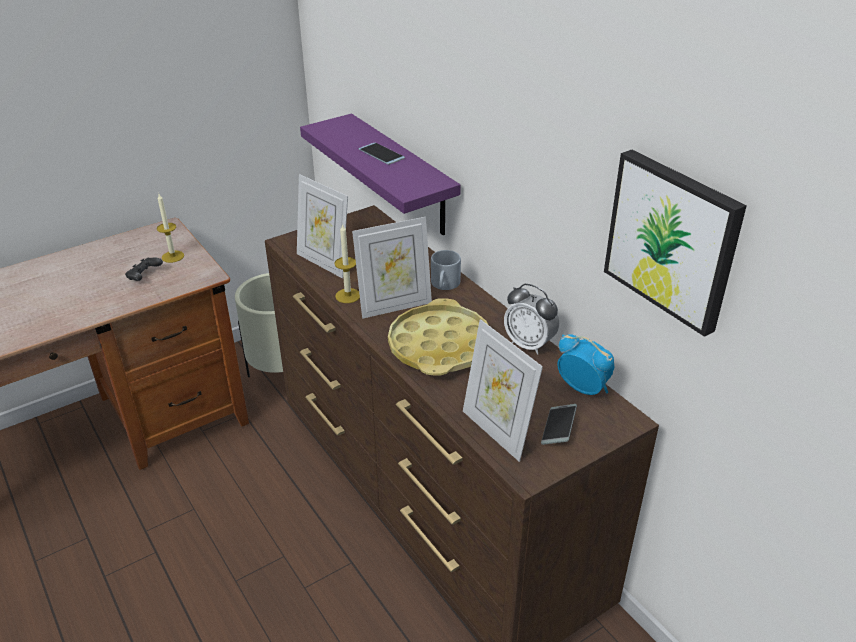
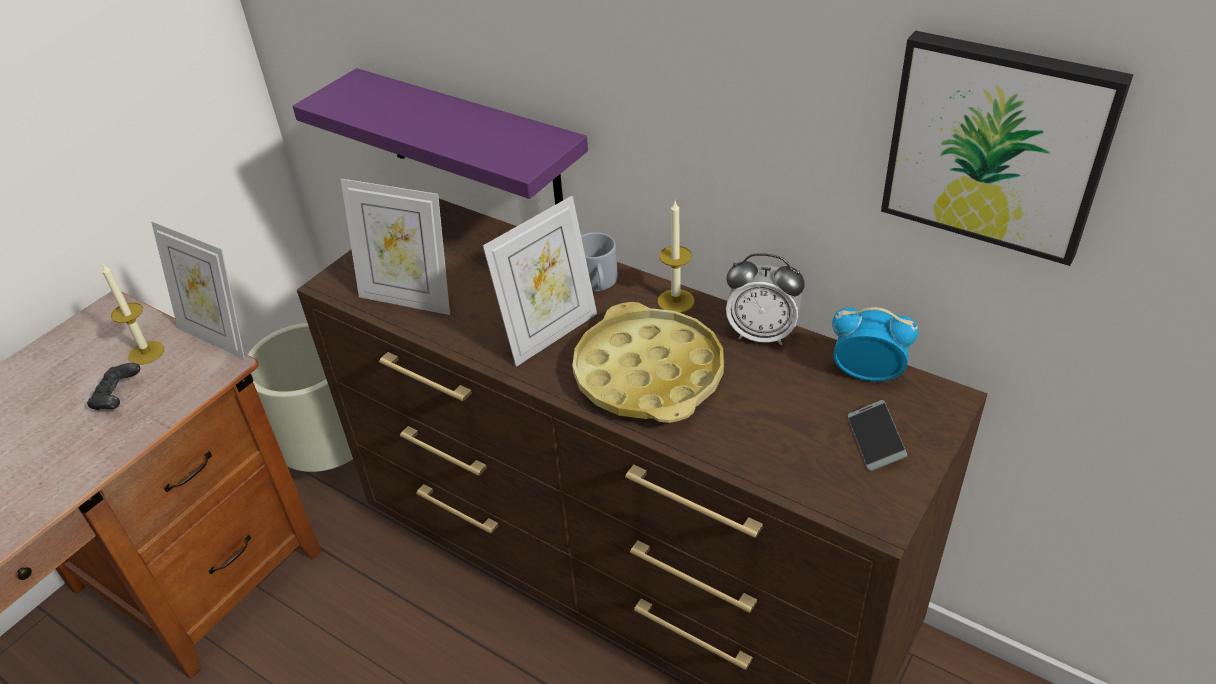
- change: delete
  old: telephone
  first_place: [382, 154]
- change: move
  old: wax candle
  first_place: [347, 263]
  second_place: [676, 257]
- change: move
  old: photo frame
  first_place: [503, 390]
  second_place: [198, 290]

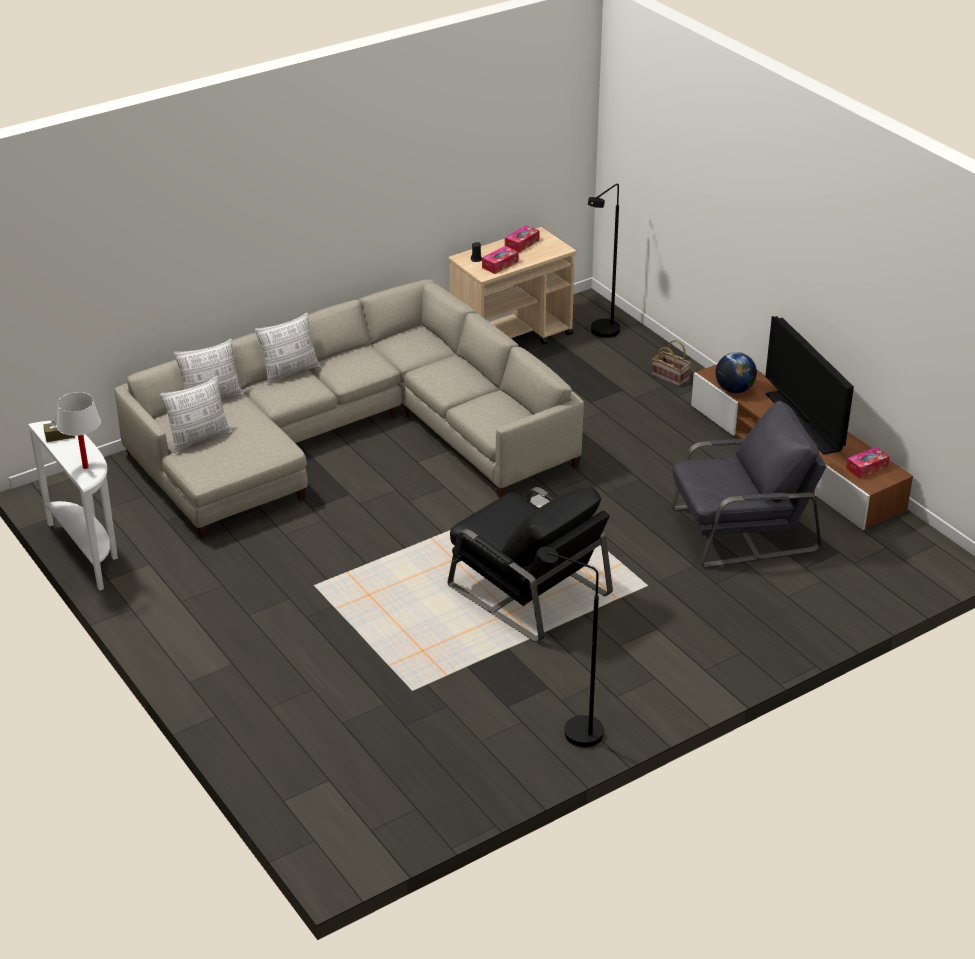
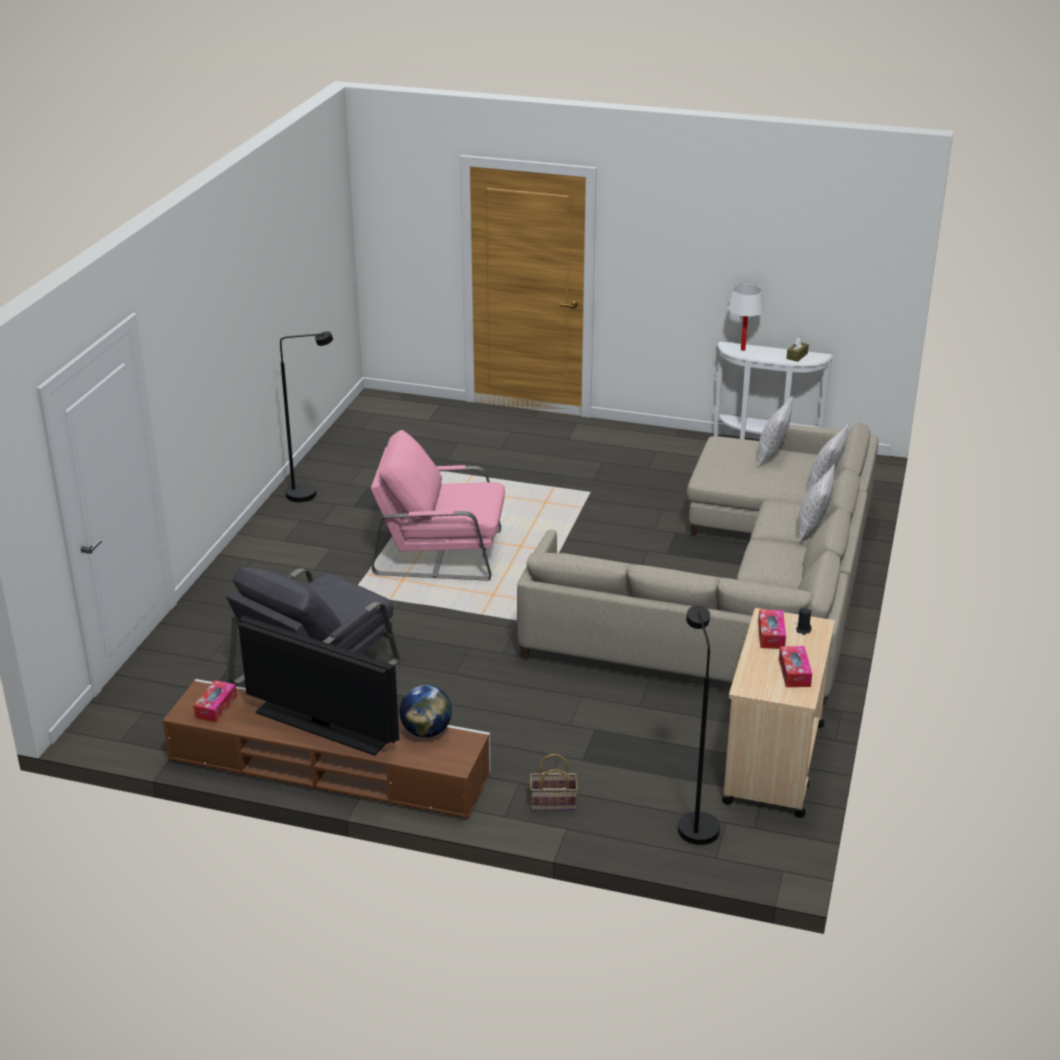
- change: recolor
  old: lounge chair/blackish
  new: lounge chair/pink
  first_place: [530, 564]
  second_place: [438, 505]

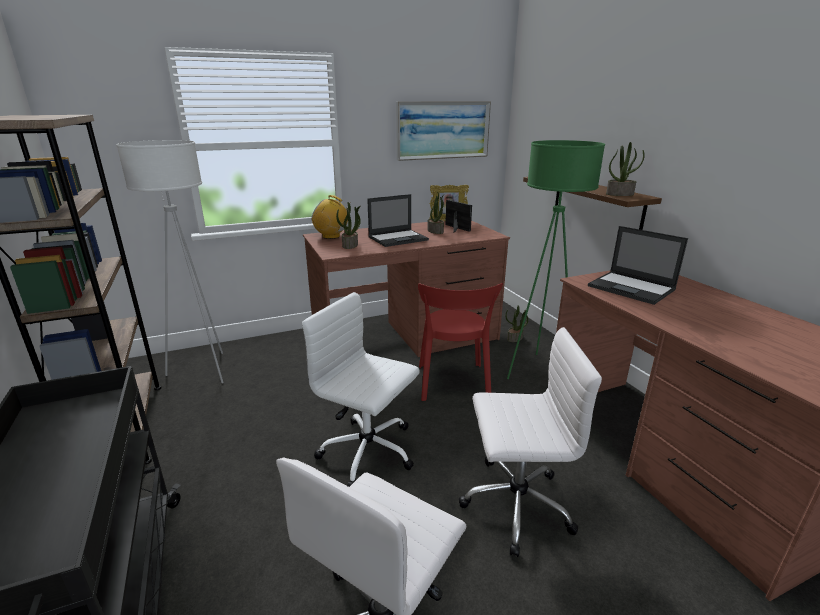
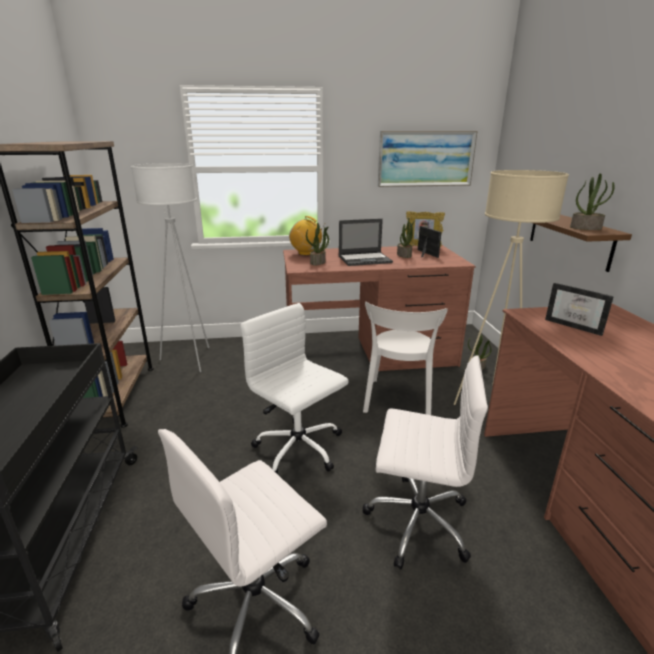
- change: recolor
  old: floor lamp/green-coloured
  new: floor lamp/beige
  first_place: [556, 259]
  second_place: [511, 287]
- change: replace
  old: notebook computer
  new: photo frame
  first_place: [638, 265]
  second_place: [579, 309]
- change: recolor
  old: chair/red-coloured
  new: chair/whitish
  first_place: [460, 342]
  second_place: [405, 358]

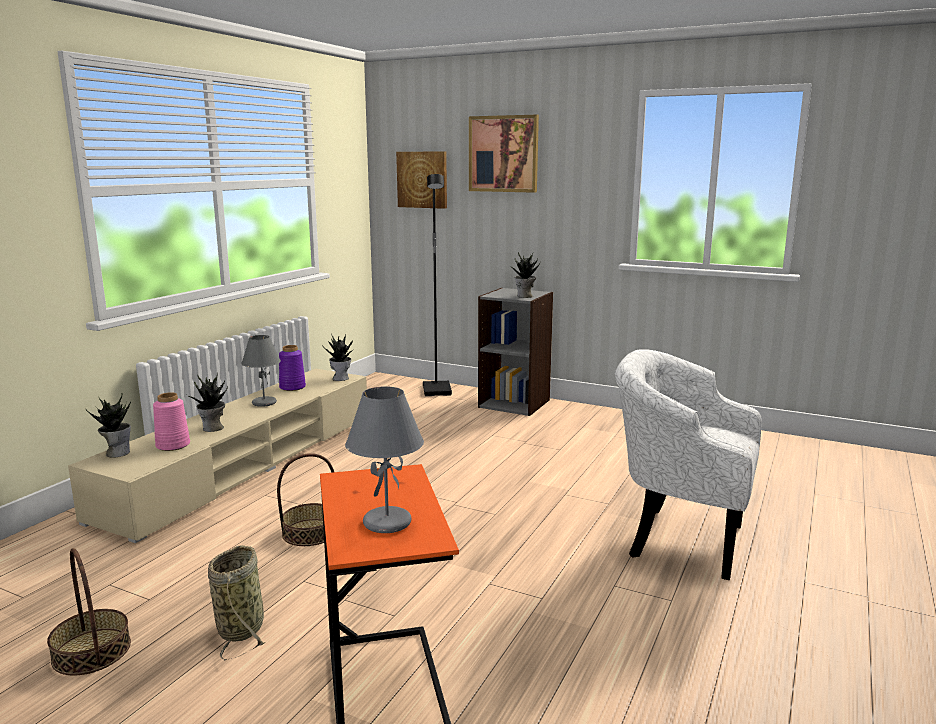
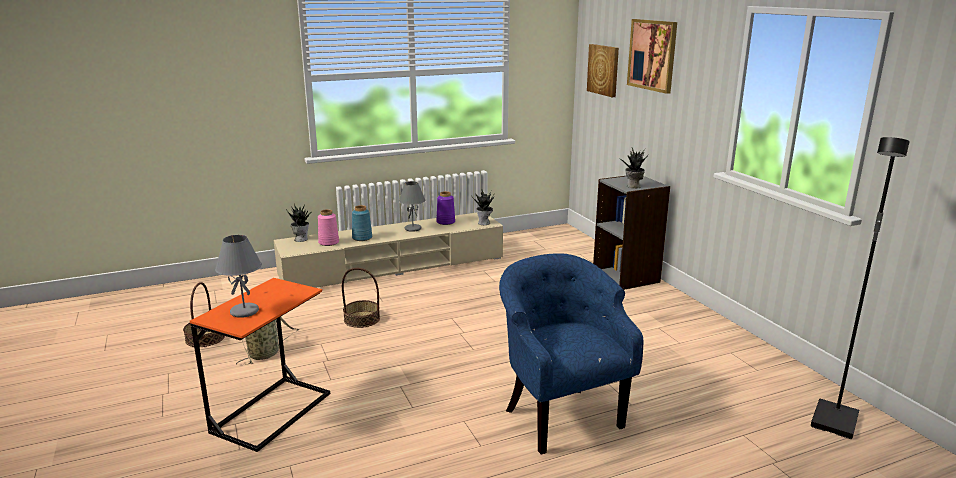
- change: move
  old: floor lamp/blackish
  first_place: [437, 285]
  second_place: [860, 288]
- change: recolor
  old: lounge chair/whitish
  new: lounge chair/blue
  first_place: [688, 464]
  second_place: [571, 354]
- change: replace
  old: plant in a pot
  new: vase/blue
  first_place: [207, 403]
  second_place: [362, 223]

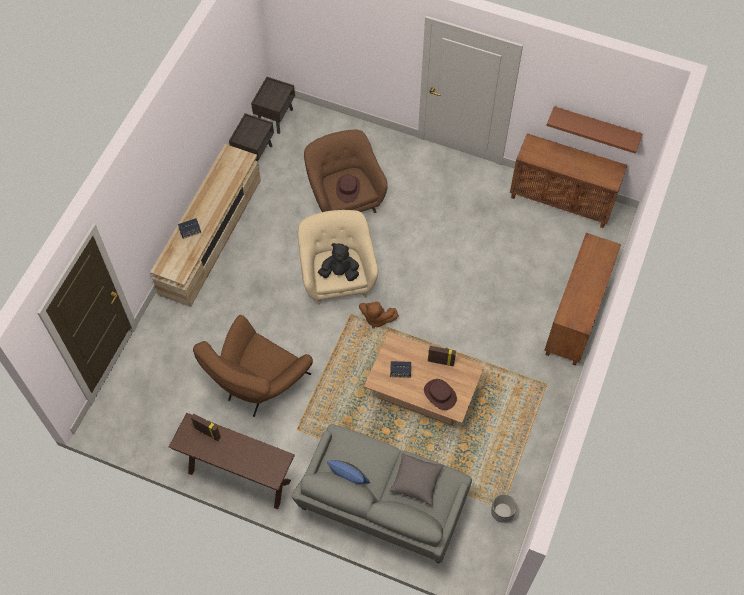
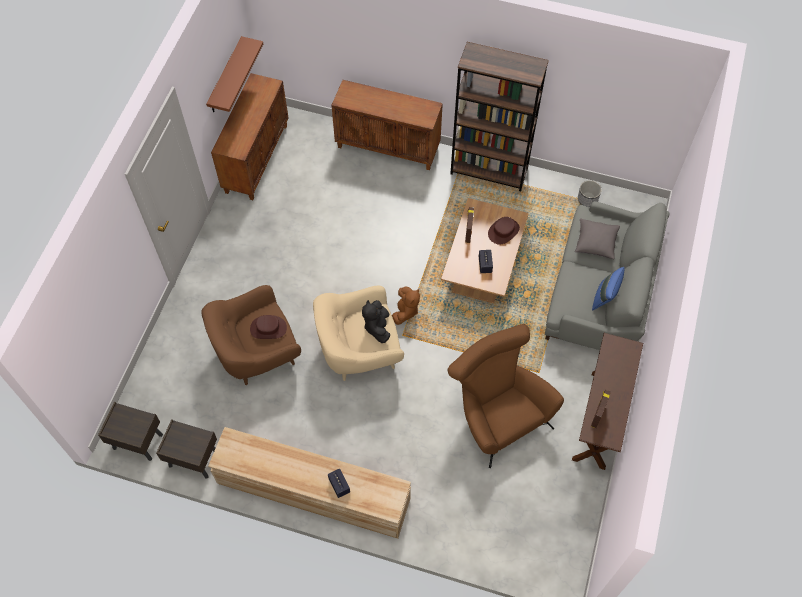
- change: rotate
  old: lounge chair/brown-coloured
  first_place: [253, 366]
  second_place: [506, 396]
  degrees: -150
- change: insert
  new: bookcase/brown-coloured
  second_place: [499, 116]

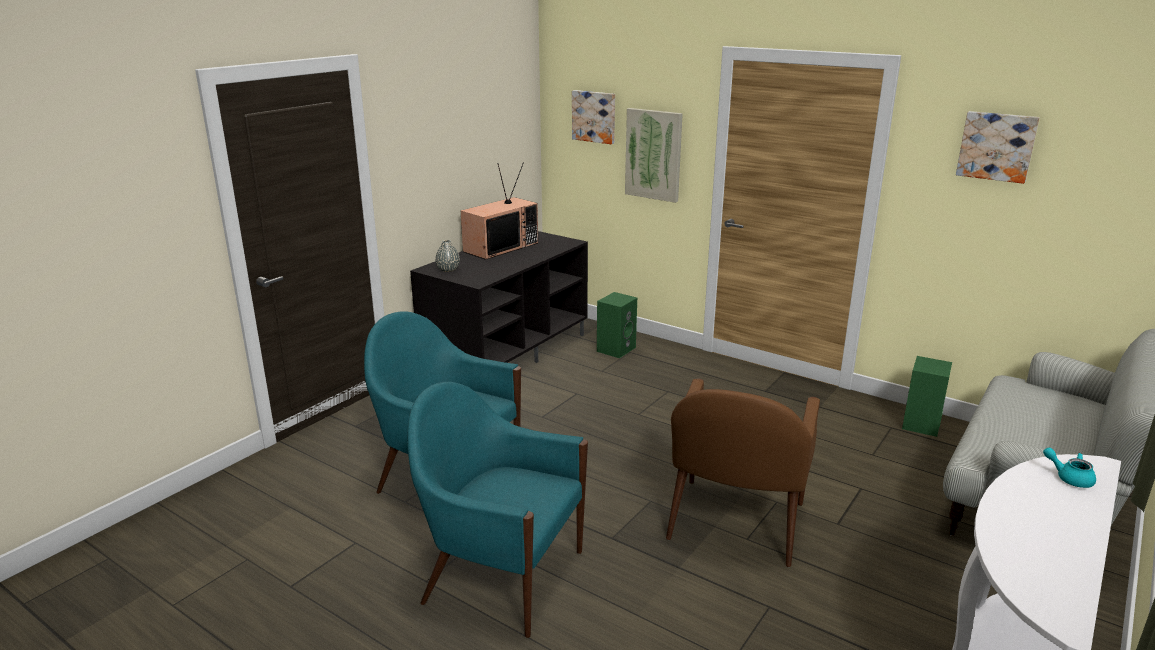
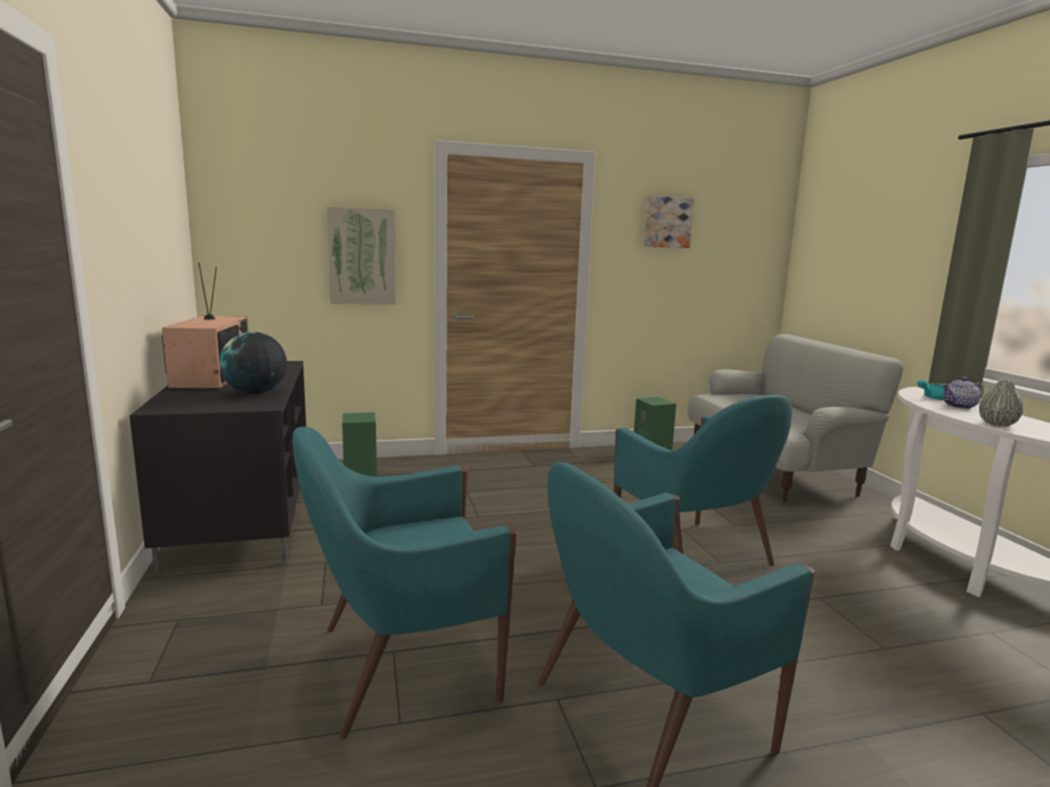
- change: delete
  old: wall art
  first_place: [593, 117]
- change: move
  old: vase/gray
  first_place: [447, 256]
  second_place: [1001, 403]
- change: recolor
  old: lounge chair/brown-coloured
  new: lounge chair/blue-green
  first_place: [743, 473]
  second_place: [703, 480]
- change: insert
  new: desk globe
  second_place: [253, 363]
- change: insert
  new: pot for tea
  second_place: [963, 393]

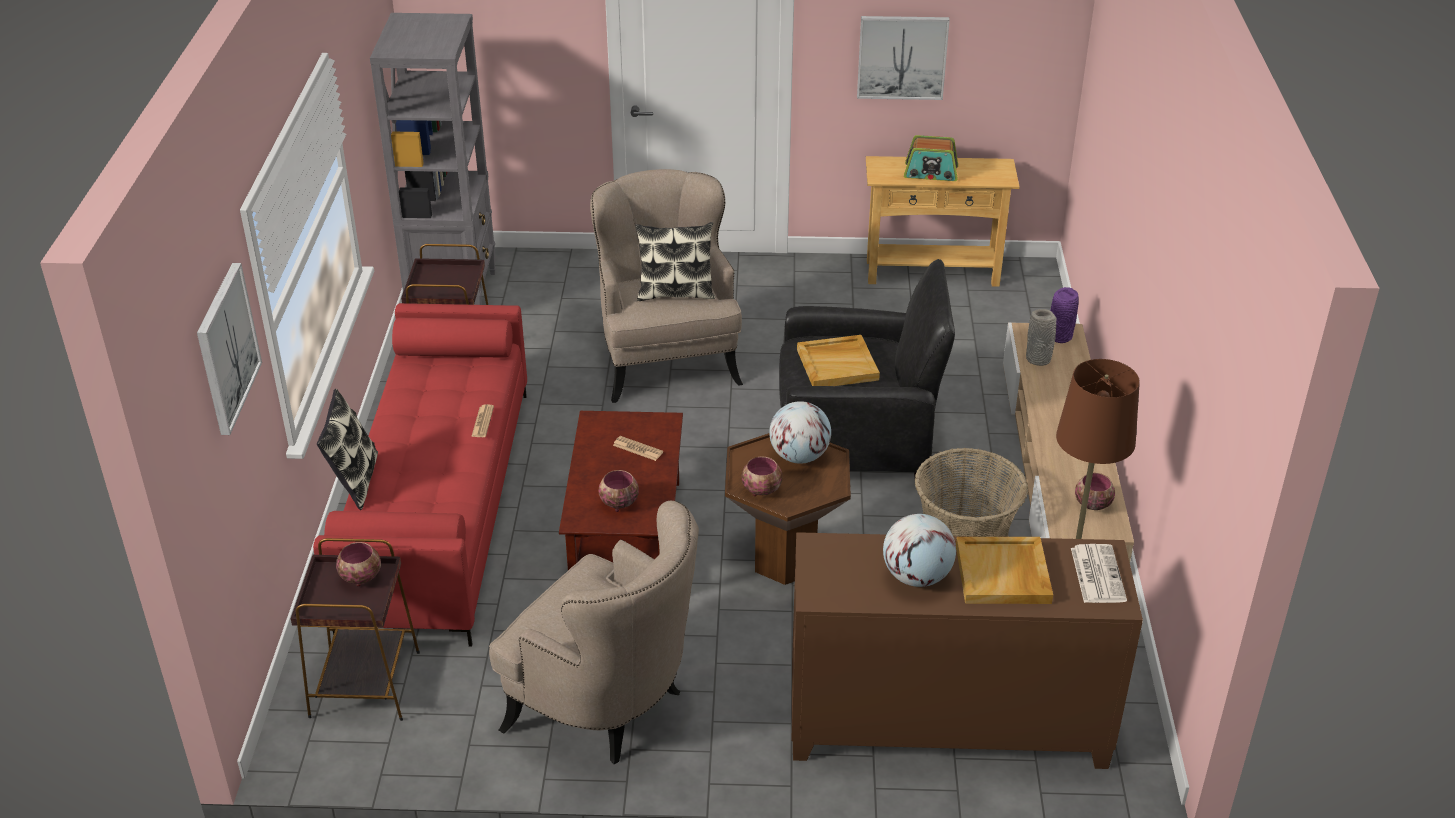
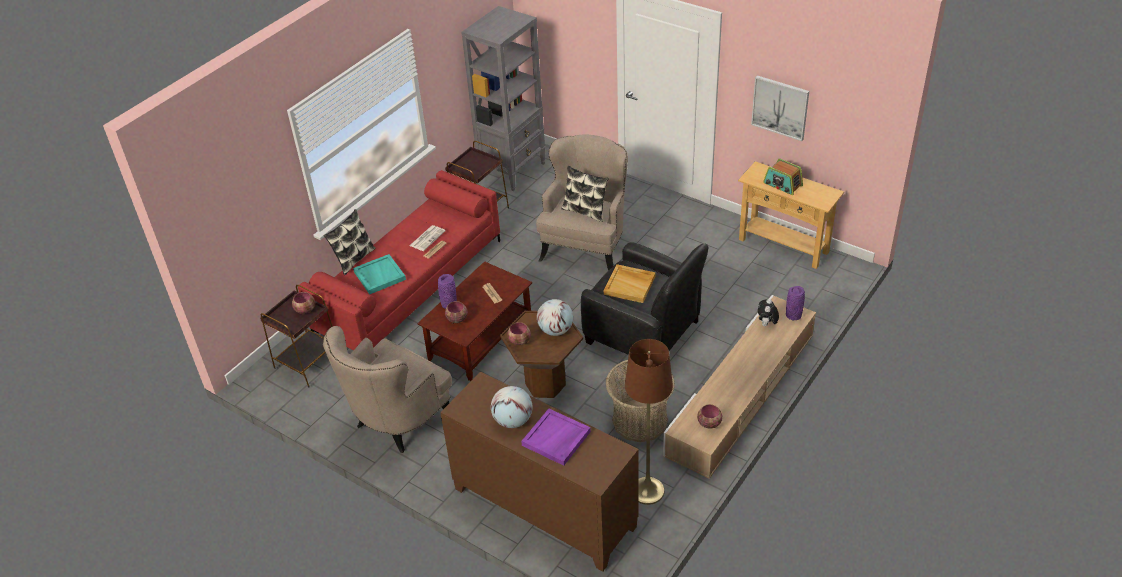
- change: delete
  old: wall art
  first_place: [229, 349]
- change: replace
  old: vase/gray
  new: plush toy
  first_place: [1041, 337]
  second_place: [768, 313]
- change: rotate
  old: lounge chair/beige
  first_place: [594, 632]
  second_place: [387, 389]
  degrees: 60
- change: recolor
  old: carrying tray/beige
  new: carrying tray/purplish
  first_place: [1004, 570]
  second_place: [556, 437]
- change: move
  old: printed paper
  first_place: [1099, 573]
  second_place: [428, 238]
- change: insert
  new: carrying tray/blue-green
  second_place: [379, 274]
- change: insert
  new: vase/purplish
  second_place: [447, 291]

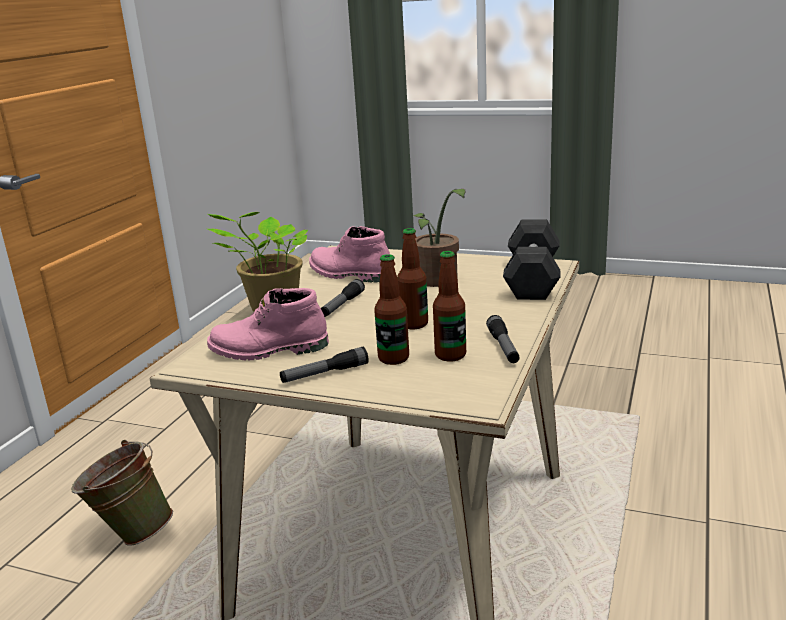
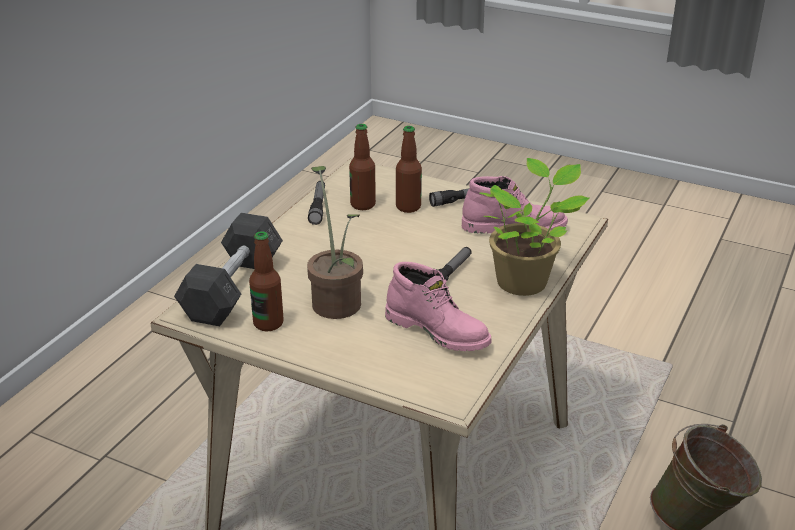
- change: move
  old: beverage bottle
  first_place: [412, 278]
  second_place: [266, 281]

